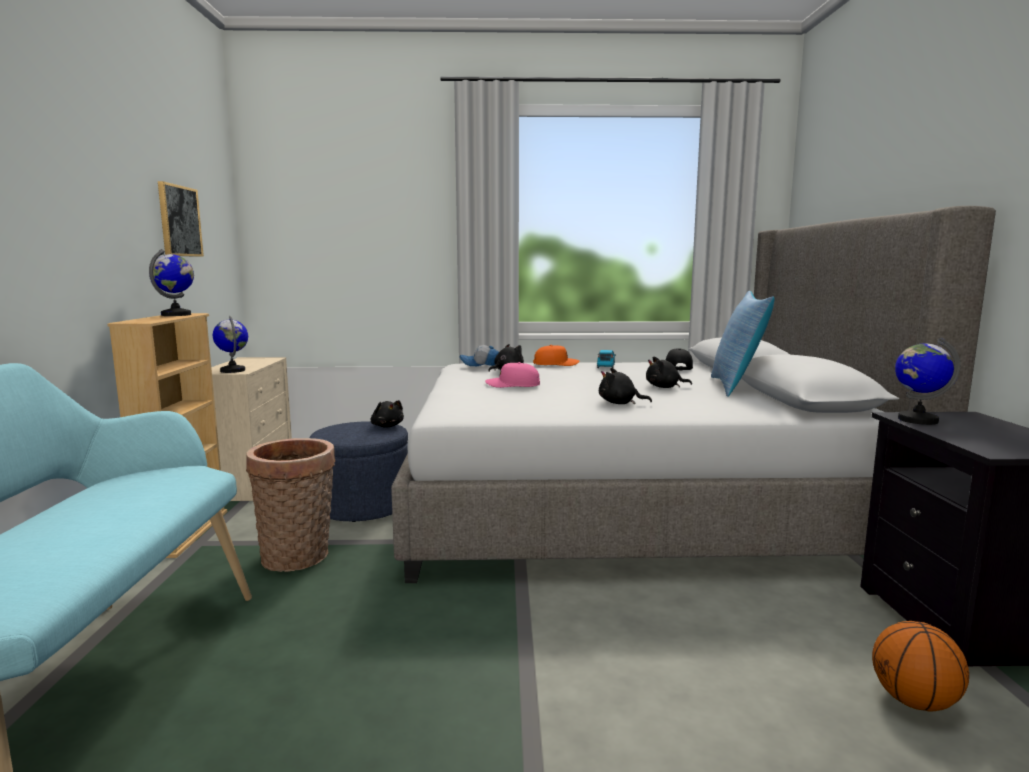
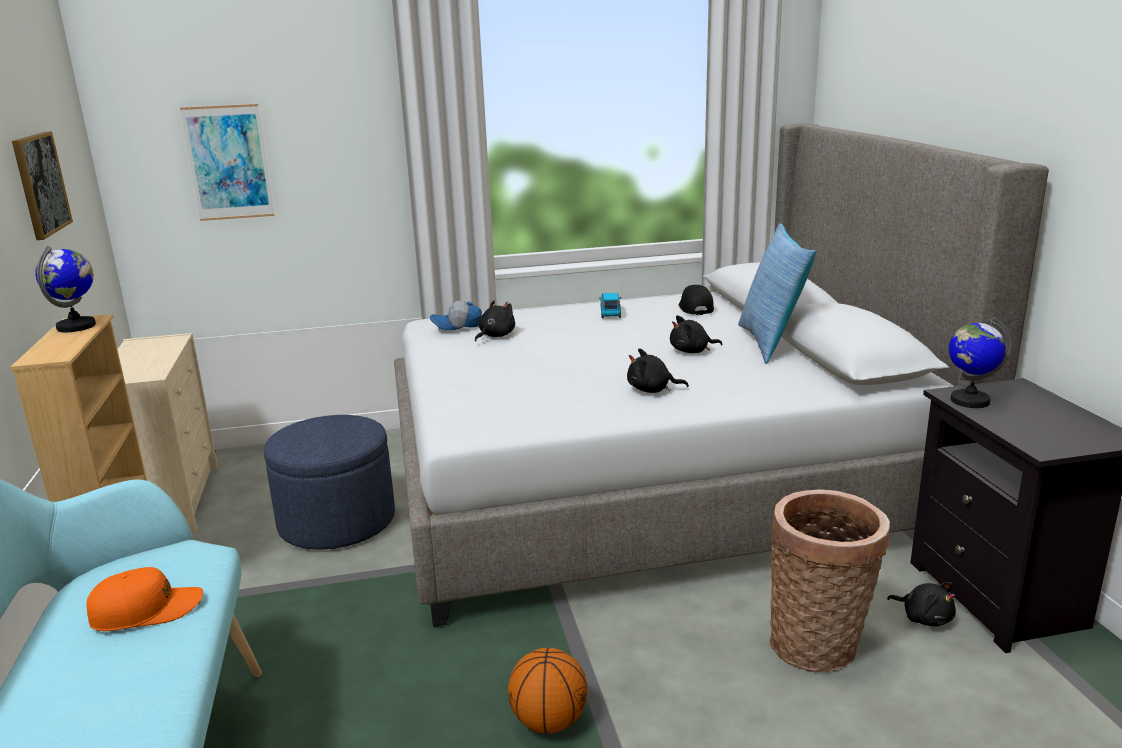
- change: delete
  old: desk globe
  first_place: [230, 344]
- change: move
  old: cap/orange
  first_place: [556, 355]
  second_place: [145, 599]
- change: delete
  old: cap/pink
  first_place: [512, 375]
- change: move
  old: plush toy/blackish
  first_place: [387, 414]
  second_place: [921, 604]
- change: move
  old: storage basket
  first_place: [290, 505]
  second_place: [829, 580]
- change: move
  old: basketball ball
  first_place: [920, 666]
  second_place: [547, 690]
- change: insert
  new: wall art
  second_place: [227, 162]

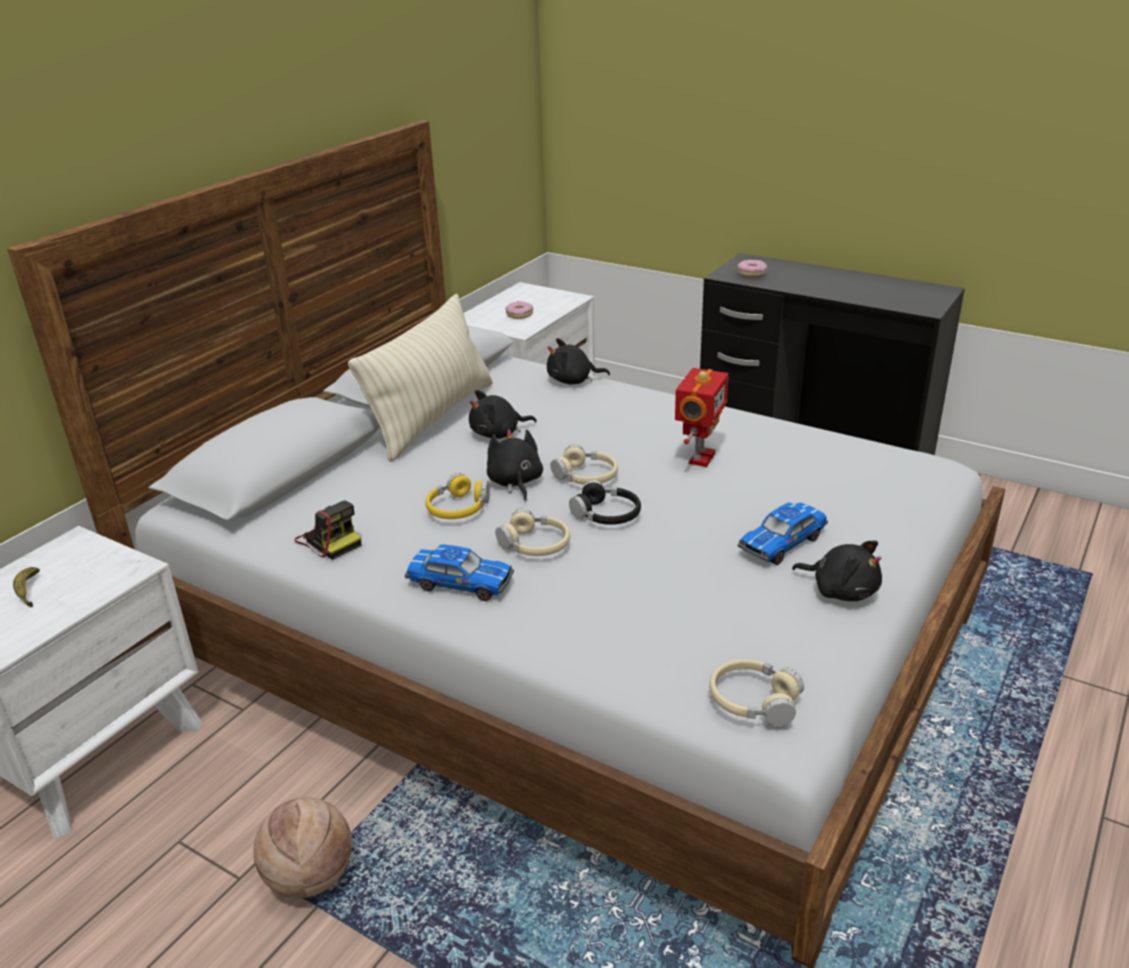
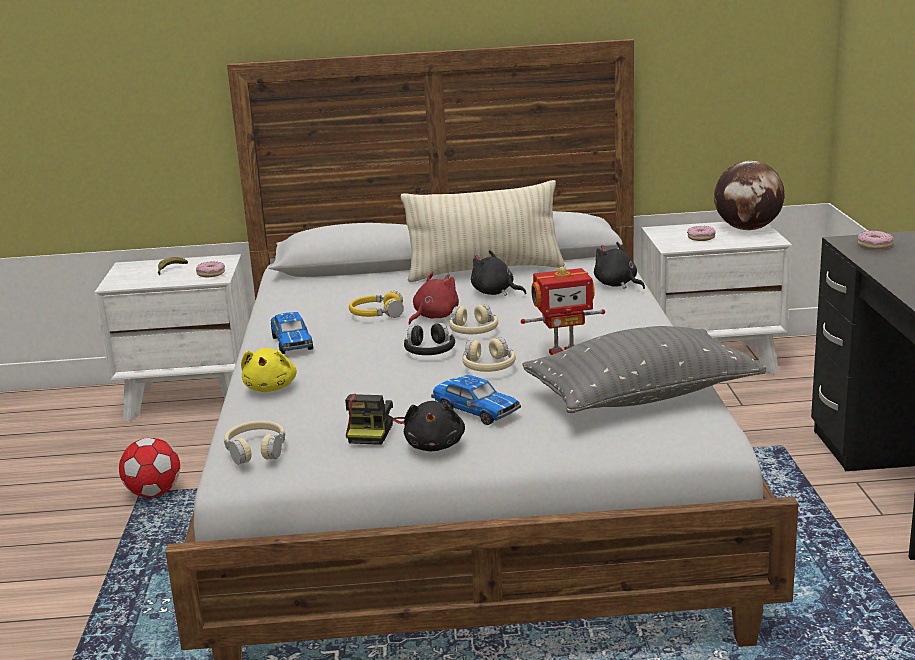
- change: recolor
  old: plush toy/blackish
  new: plush toy/red-coloured
  first_place: [515, 465]
  second_place: [433, 298]
- change: move
  old: still camera
  first_place: [328, 530]
  second_place: [375, 419]
- change: rotate
  old: miniature car
  first_place: [783, 533]
  second_place: [476, 400]
  degrees: -150
- change: move
  old: pair of headphones/beige
  first_place: [533, 532]
  second_place: [489, 354]
- change: replace
  old: basketball ball
  new: football
  first_place: [302, 847]
  second_place: [149, 467]
- change: insert
  new: desk globe
  second_place: [749, 195]
- change: insert
  new: doughnut
  second_place: [210, 269]
- change: insert
  new: cushion/gray
  second_place: [644, 369]
- change: insert
  new: plush toy/yellow-coloured
  second_place: [269, 370]

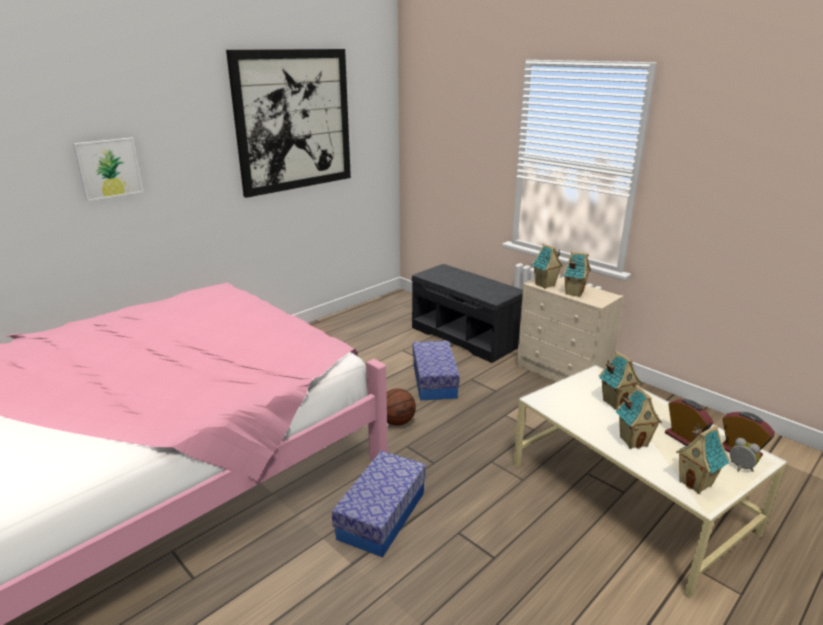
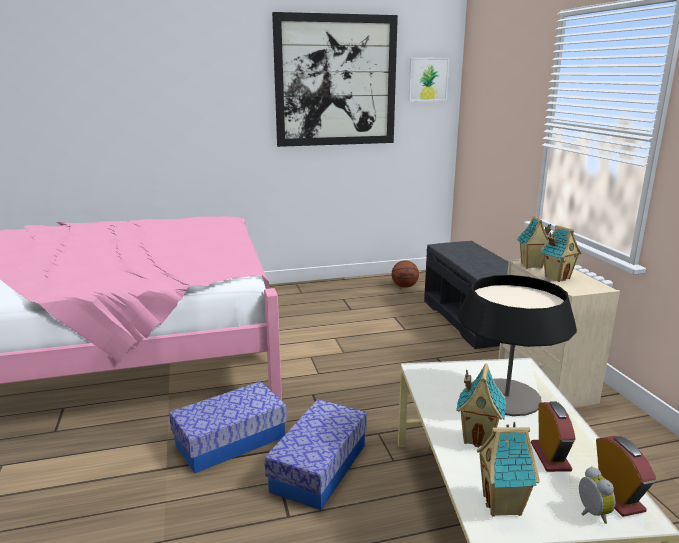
- change: move
  old: wall art
  first_place: [108, 169]
  second_place: [429, 79]
- change: move
  old: storage container
  first_place: [436, 370]
  second_place: [315, 454]
- change: replace
  old: model house
  new: lamp for a table
  first_place: [620, 380]
  second_place: [517, 345]
- change: move
  old: basketball ball
  first_place: [401, 407]
  second_place: [405, 274]

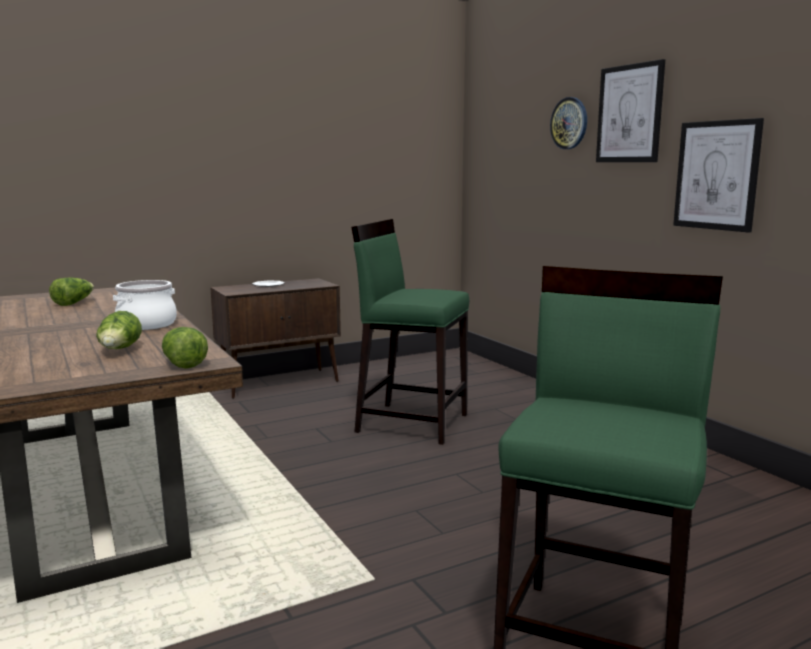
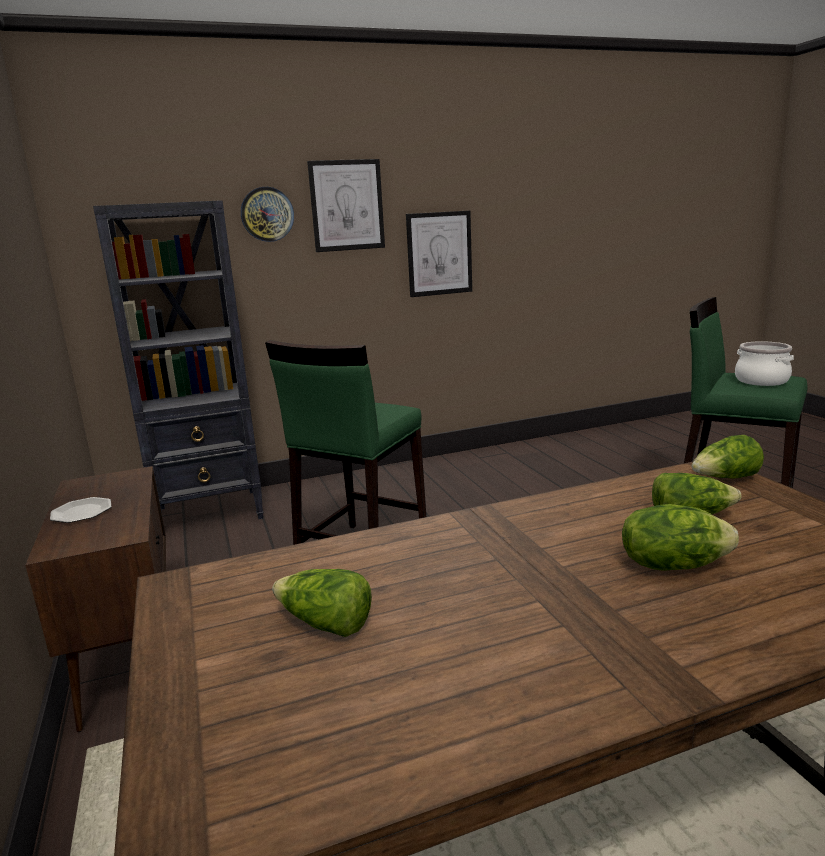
- change: move
  old: cooking pot
  first_place: [145, 305]
  second_place: [764, 363]
- change: insert
  new: bookcase/blackish
  second_place: [178, 364]
- change: insert
  new: lettuce
  second_place: [680, 537]

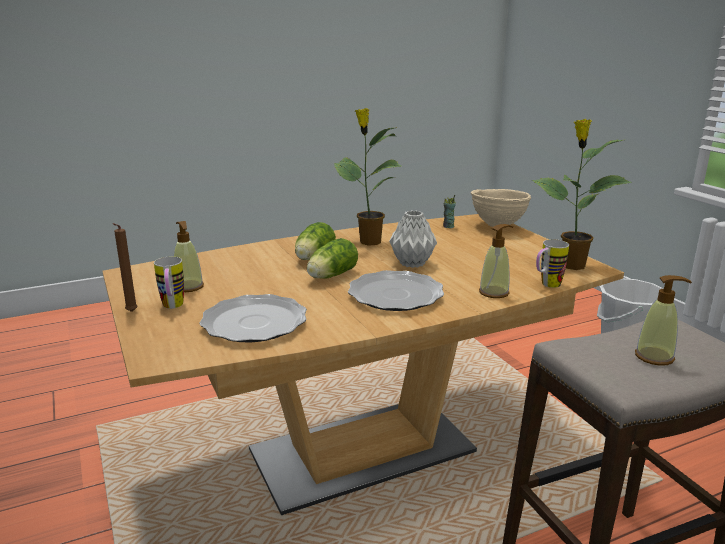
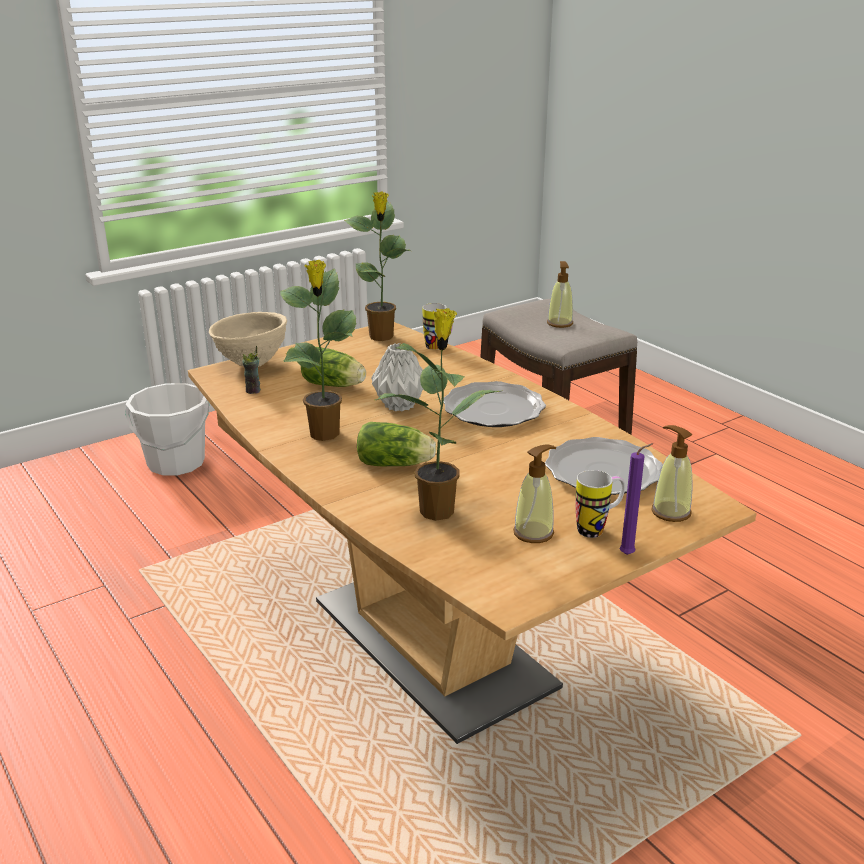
- change: recolor
  old: wax candle/brown-coloured
  new: wax candle/purplish
  first_place: [125, 267]
  second_place: [636, 499]
- change: move
  old: soap bottle
  first_place: [496, 261]
  second_place: [671, 473]
- change: move
  old: lettuce
  first_place: [332, 258]
  second_place: [333, 367]
- change: insert
  new: plant in a pot
  second_place: [438, 414]

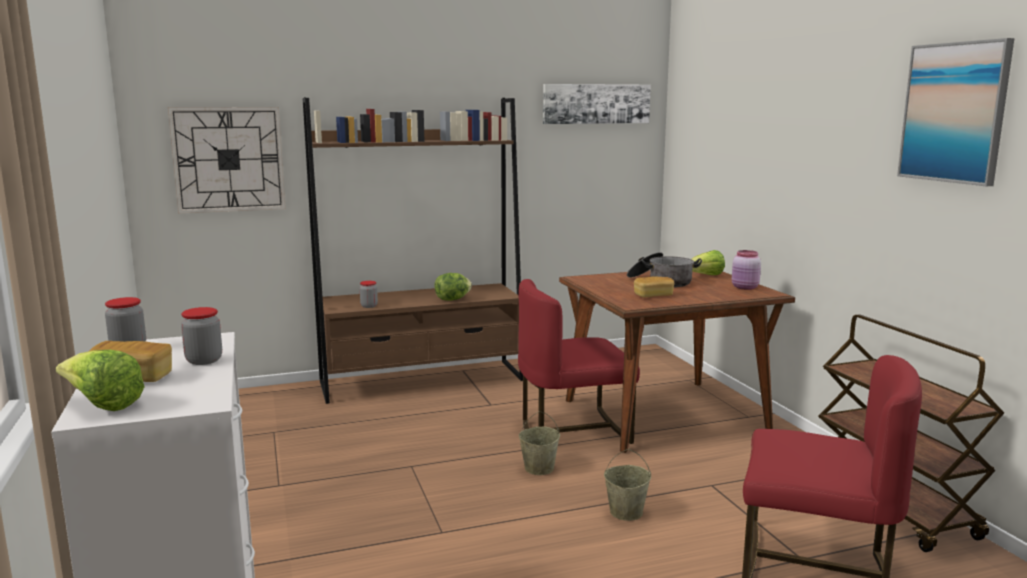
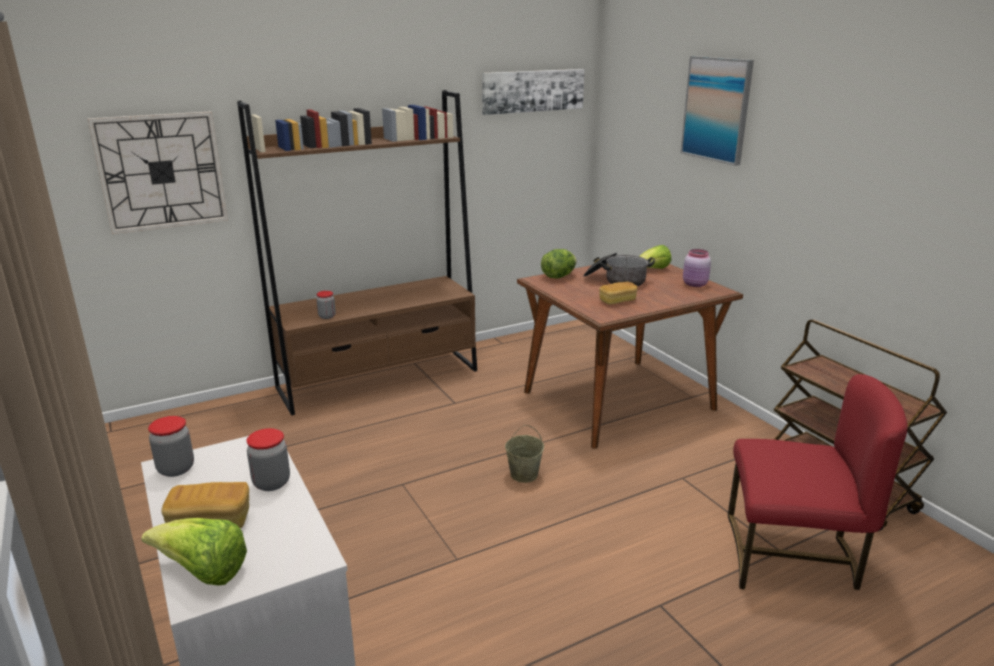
- change: move
  old: wall art
  first_place: [955, 112]
  second_place: [717, 111]
- change: move
  old: lettuce
  first_place: [453, 287]
  second_place: [559, 263]
- change: delete
  old: chair/red-coloured
  first_place: [579, 361]
- change: delete
  old: water bucket/beige
  first_place: [627, 485]

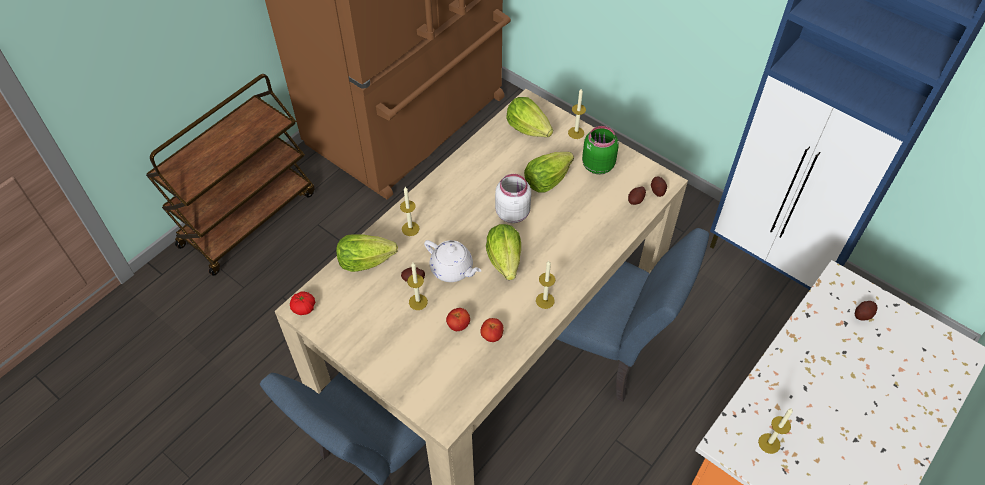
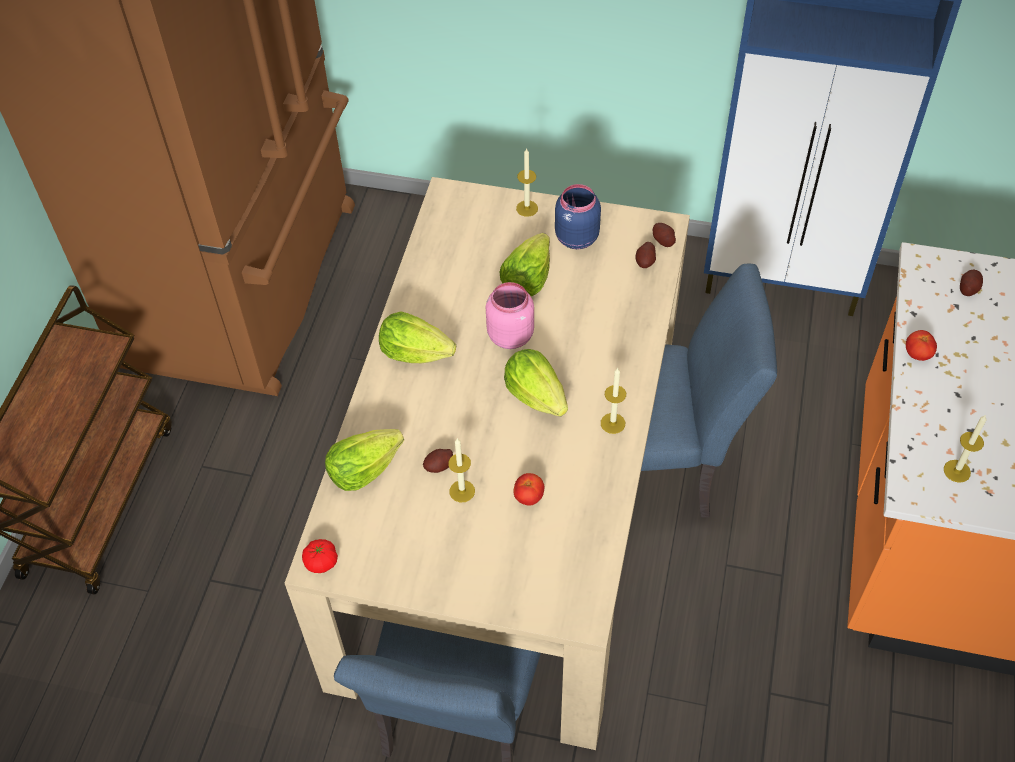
- change: move
  old: lettuce
  first_place: [529, 117]
  second_place: [417, 337]
- change: recolor
  old: jar/green-coloured
  new: jar/blue
  first_place: [600, 150]
  second_place: [578, 216]
- change: recolor
  old: jar/whitish
  new: jar/pink
  first_place: [513, 198]
  second_place: [510, 315]
- change: delete
  old: wax candle
  first_place: [410, 211]
- change: delete
  old: pot for tea/whitish
  first_place: [452, 261]
- change: move
  old: fresh tomato
  first_place: [492, 330]
  second_place: [921, 345]

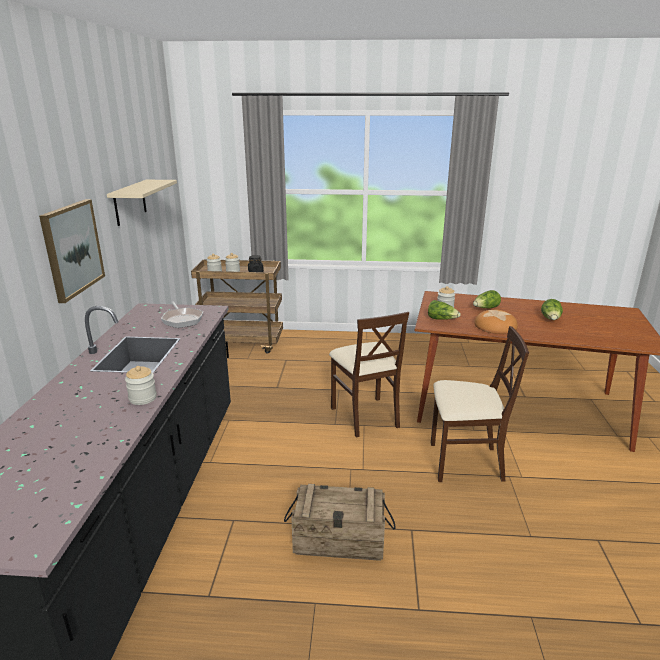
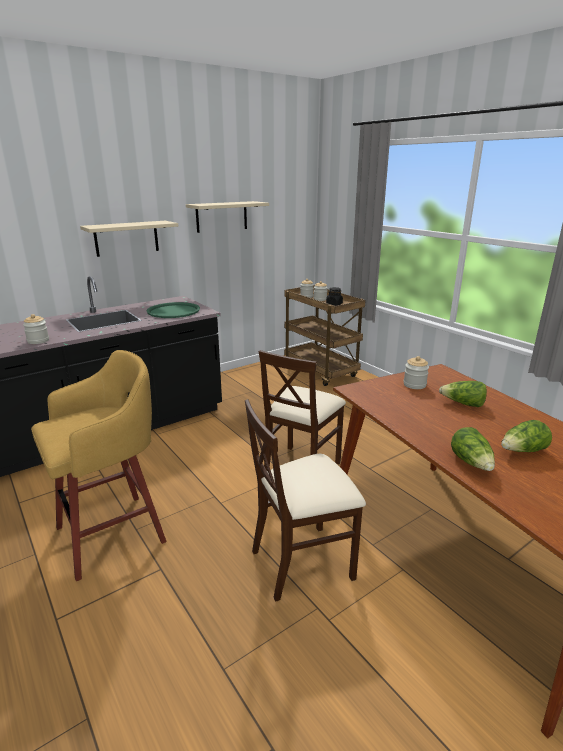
- change: replace
  old: wall art
  new: shelf/beige
  first_place: [72, 251]
  second_place: [129, 239]
- change: move
  old: lettuce
  first_place: [444, 310]
  second_place: [473, 449]
- change: replace
  old: frying pan
  new: carrying tray/green-coloured
  first_place: [182, 314]
  second_place: [173, 310]
- change: delete
  old: bread
  first_place: [496, 322]
- change: rotate
  old: chair/beige
  first_place: [480, 404]
  second_place: [305, 500]
  degrees: 105
- change: replace
  old: crate
  new: stool/yellow-coloured
  first_place: [340, 522]
  second_place: [99, 465]

